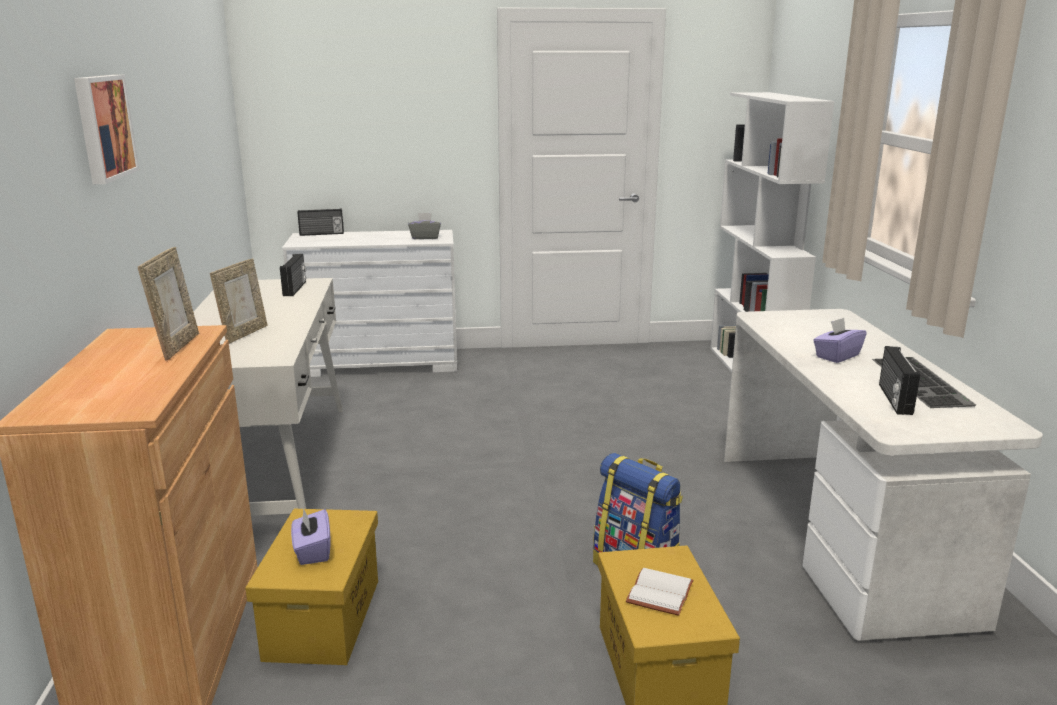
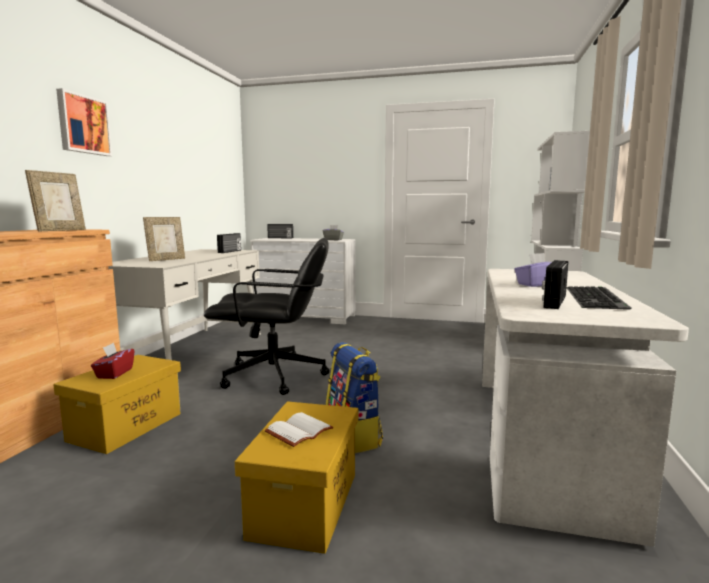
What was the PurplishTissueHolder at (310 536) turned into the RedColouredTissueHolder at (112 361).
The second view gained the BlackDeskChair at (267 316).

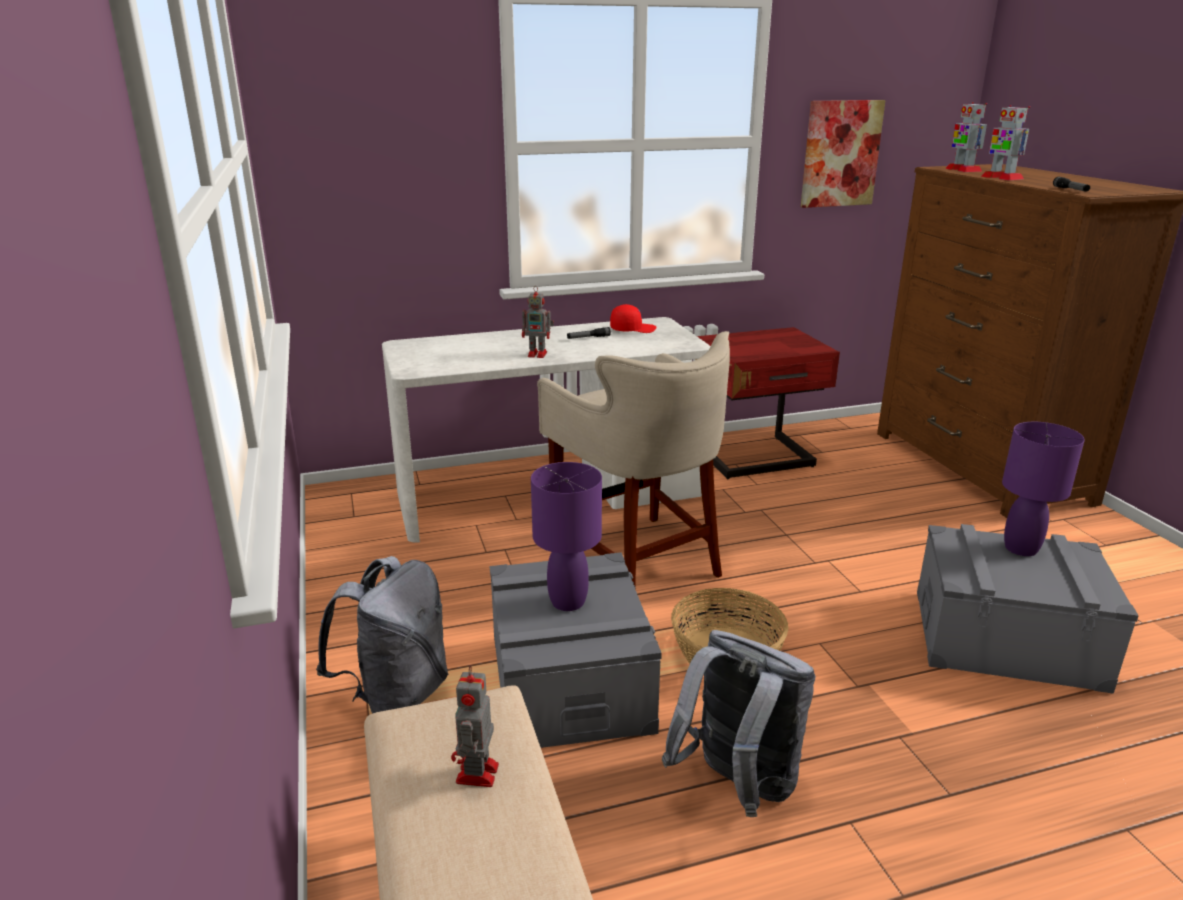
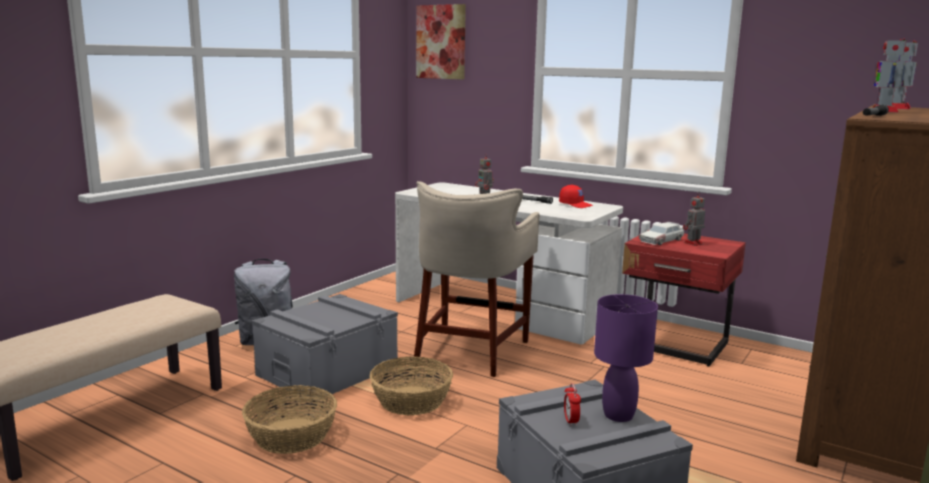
The ModelRobot ended up elsewhere, having gone from (475 726) to (694 218).
The second view lost the PurplishTableLamp at (566 536).
Where the GreyishBackpack stood at (739 723), the HouseholdBasket came to stand at (289 419).
The WallPicture ended up elsewhere, having gone from (843 154) to (441 42).
The second view gained the TableClock at (572 404).
The second view gained the ModelCar at (661 233).

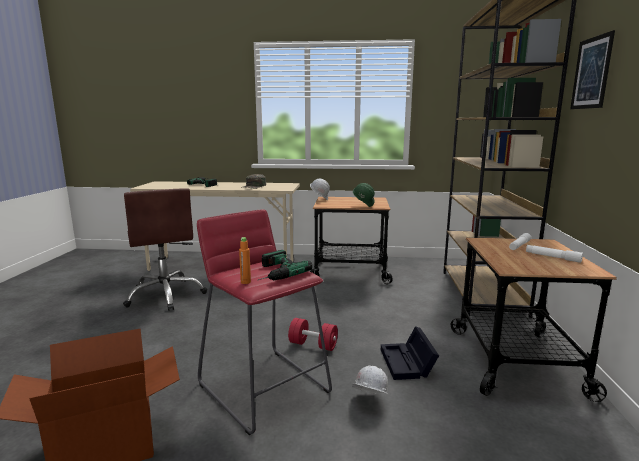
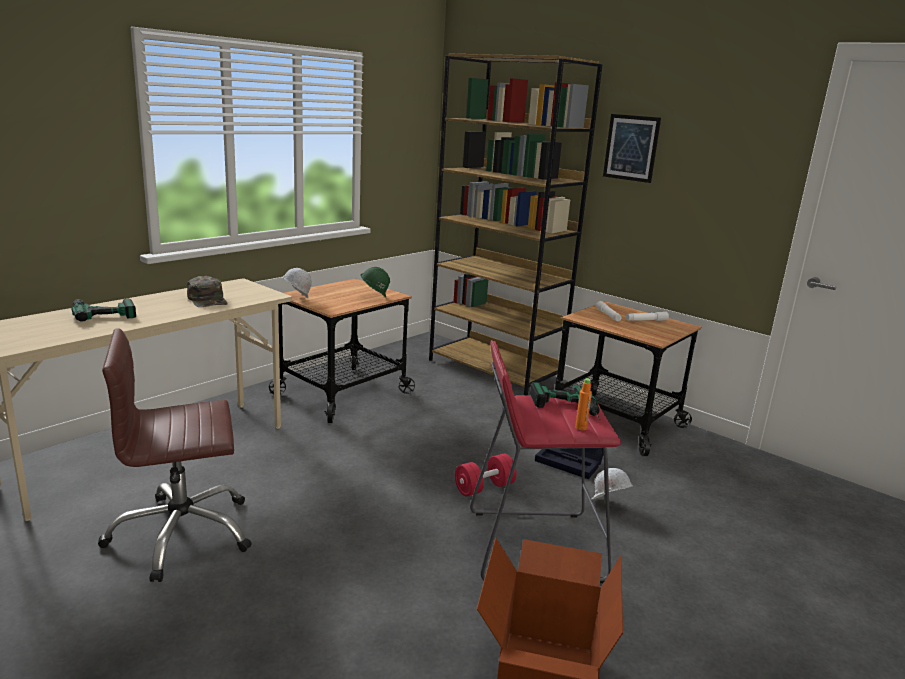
The BrownDeskChair at (165 249) ended up facing another way, 150 degrees clockwise from before.

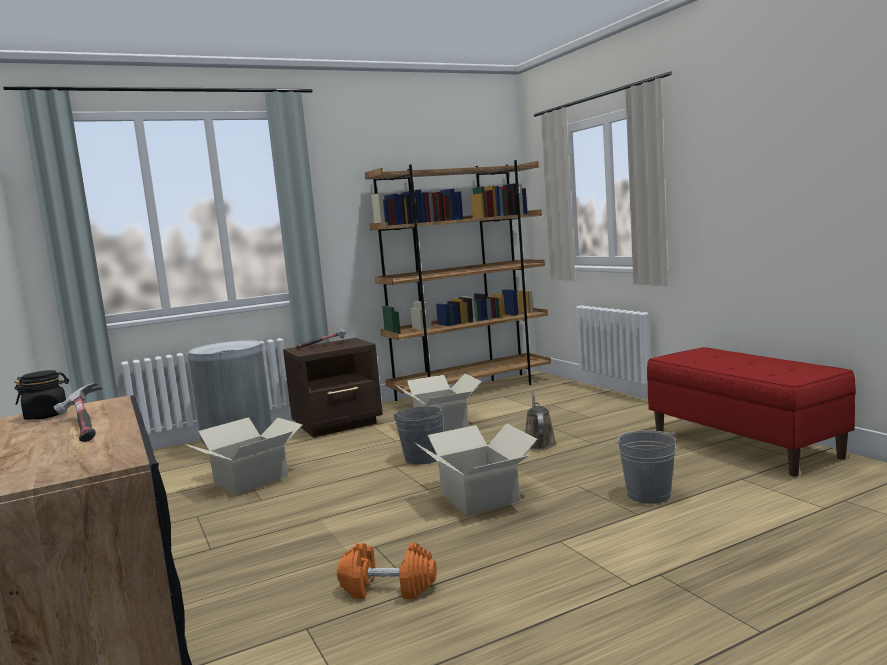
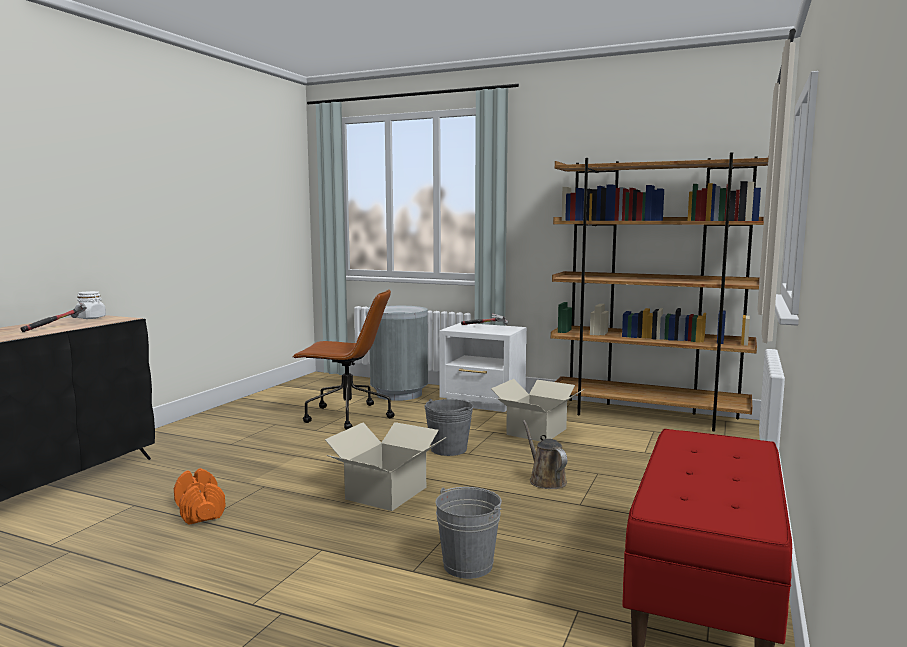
What was the BlackJar at (41 395) turned into the WhitishJar at (90 305).
Where the Carton stood at (243 456), the BrownDeskChair came to stand at (343 359).
What was the BrownNightstand at (333 388) turned into the WhitishNightstand at (483 367).
The BrownWateringCan at (540 420) ended up facing another way, 75 degrees counterclockwise from before.

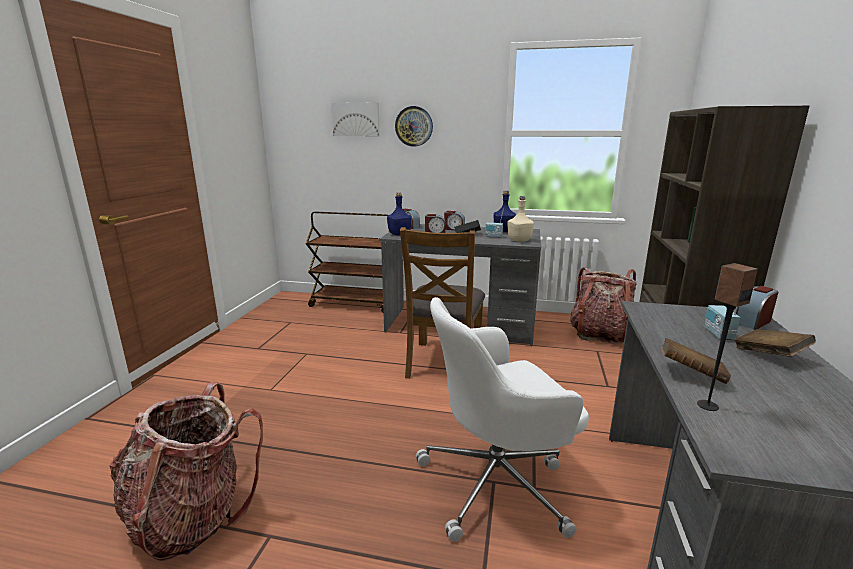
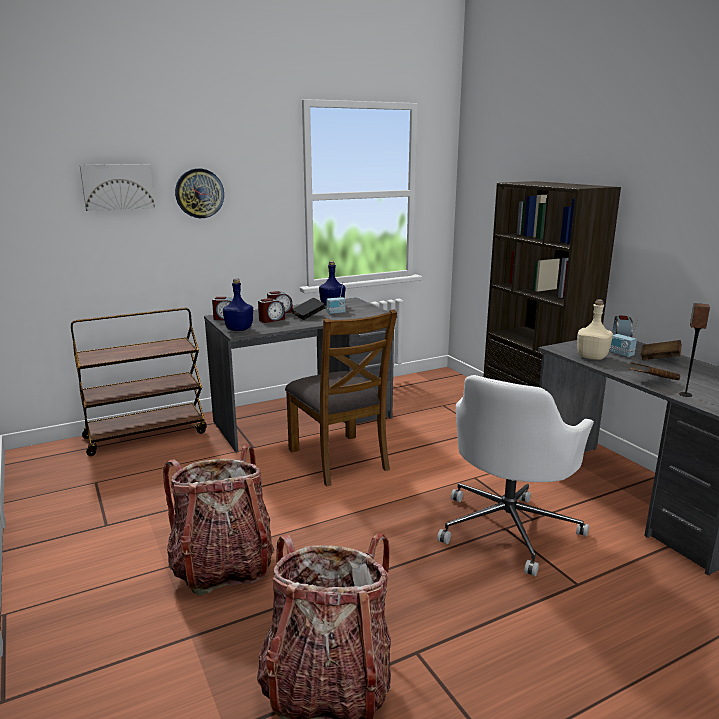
The SandColouredBottle ended up elsewhere, having gone from (520 219) to (595 329).
The Backpack ended up elsewhere, having gone from (603 306) to (218 519).

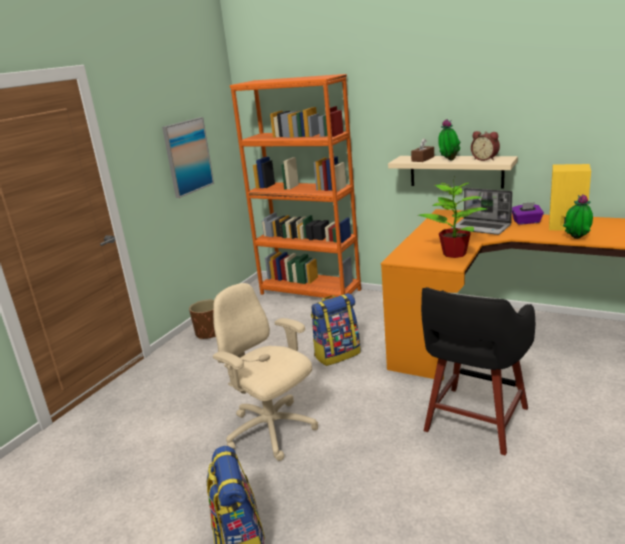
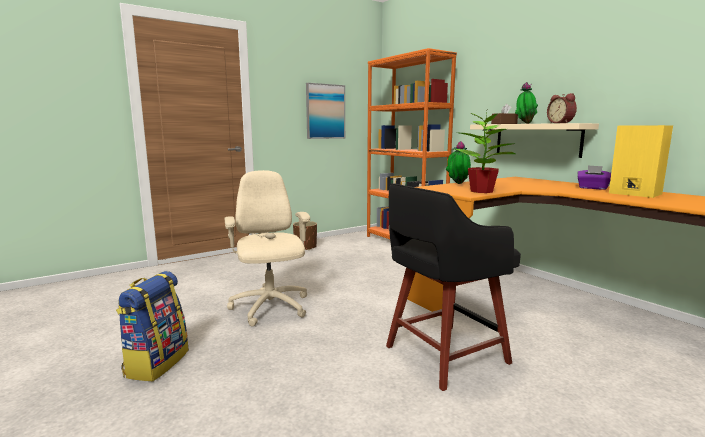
The second view lost the Backpack at (336 329).
The second view lost the NotebookComputer at (481 211).
The PlantInAPot ended up elsewhere, having gone from (578 216) to (458 162).

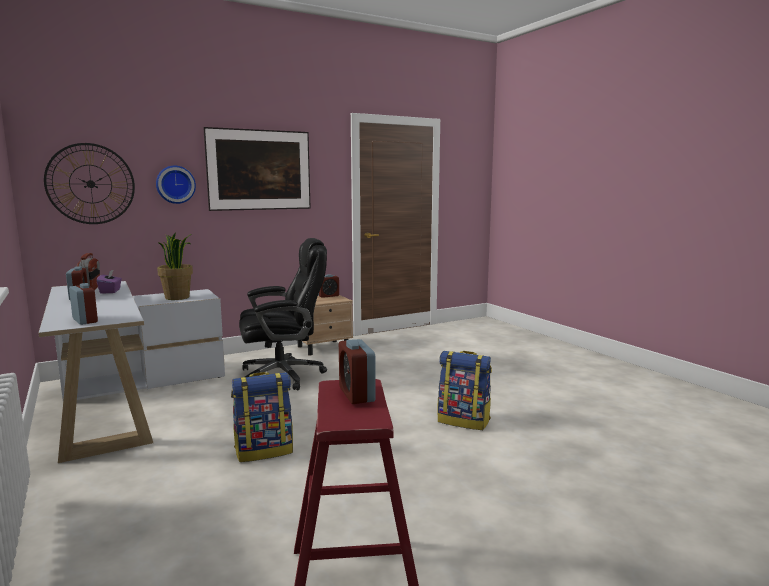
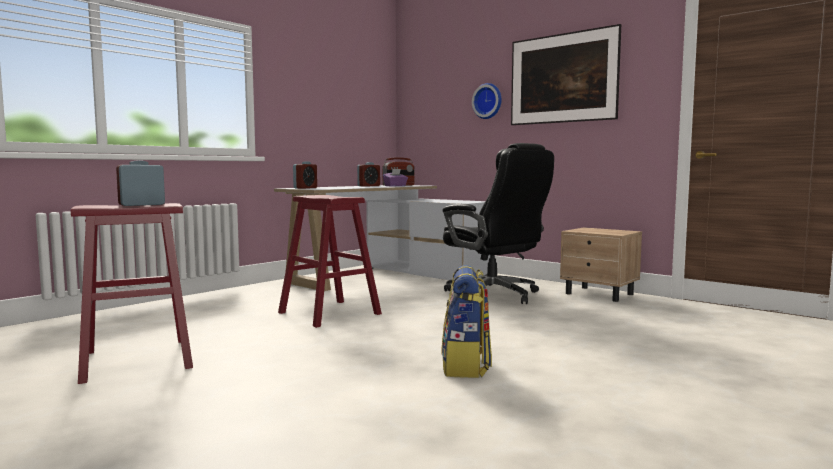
The second view lost the HangingClock at (89 183).
The second view lost the PlantInAPot at (175 266).
Where the Backpack stood at (262 417), the RedColouredStoolSeat came to stand at (330 261).
The second view lost the TableClock at (328 286).

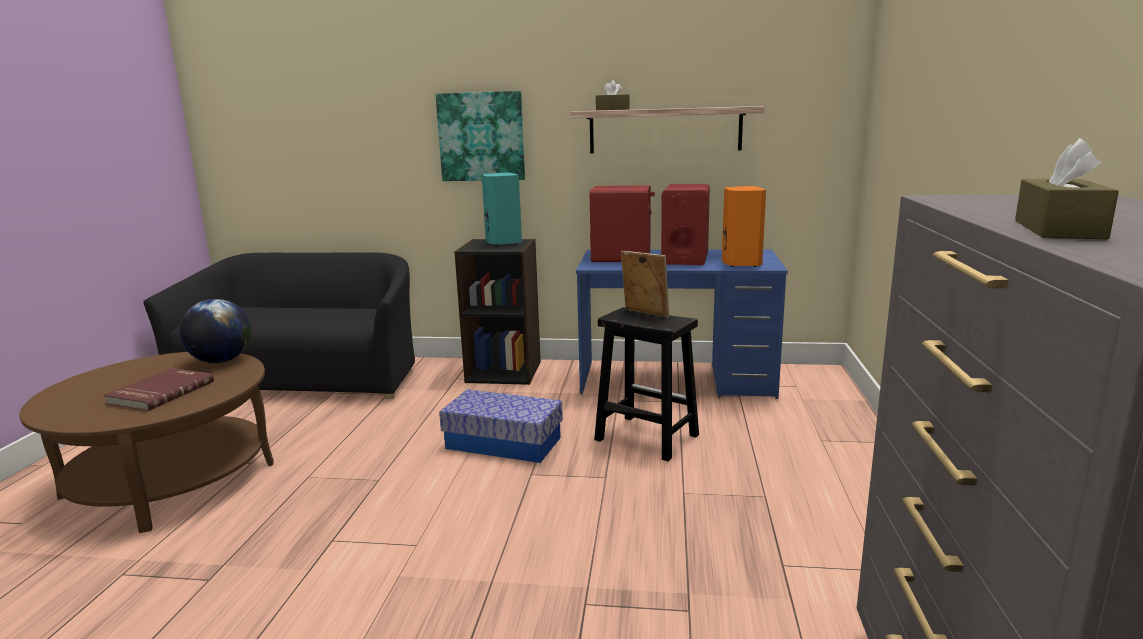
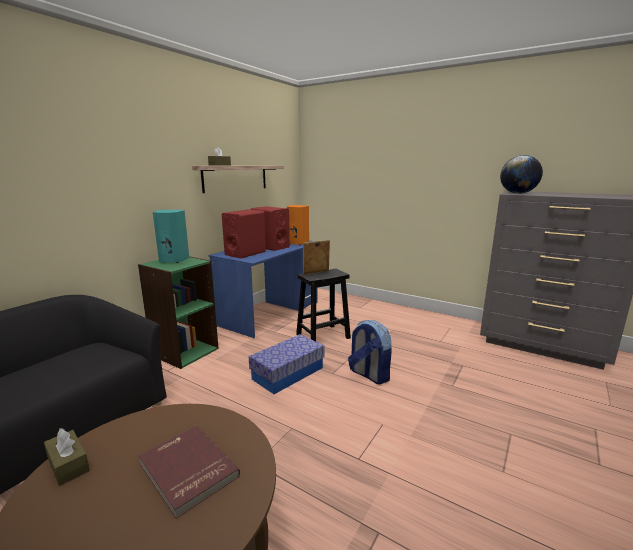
The WorldGlobe ended up elsewhere, having gone from (215 331) to (521 174).
The second view lost the WallPicture at (480 136).
What was the BlackShelvingUnit at (497 312) turned into the GreenishShelvingUnit at (178 312).
The BrownTissueHolder ended up elsewhere, having gone from (1067 189) to (67 457).
The second view gained the Backpack at (370 352).

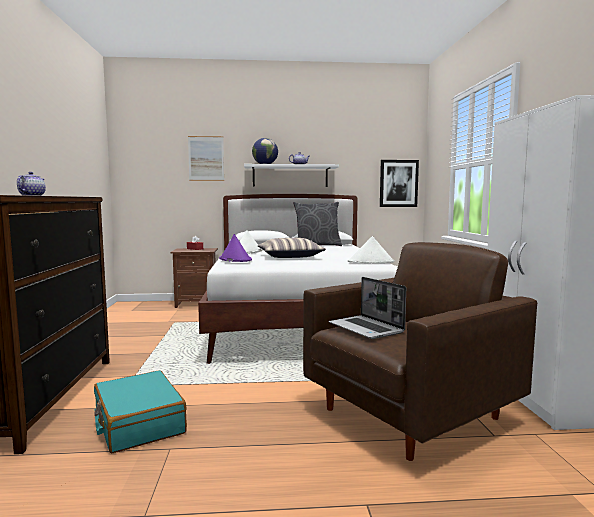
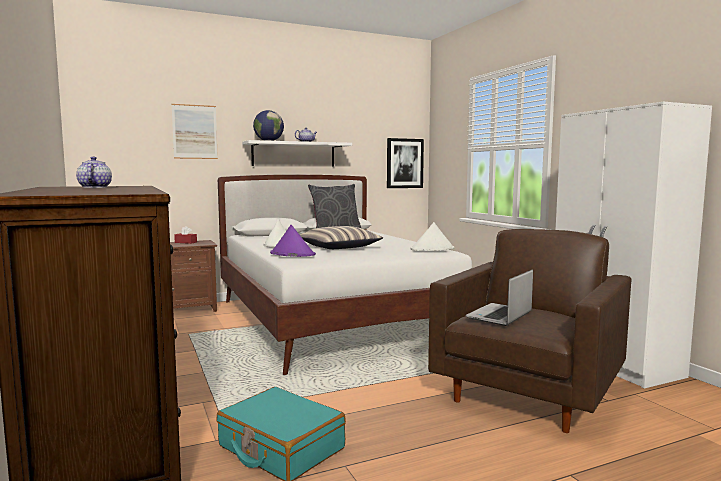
The NotebookComputer at (367 308) ended up facing another way, 90 degrees clockwise from before.

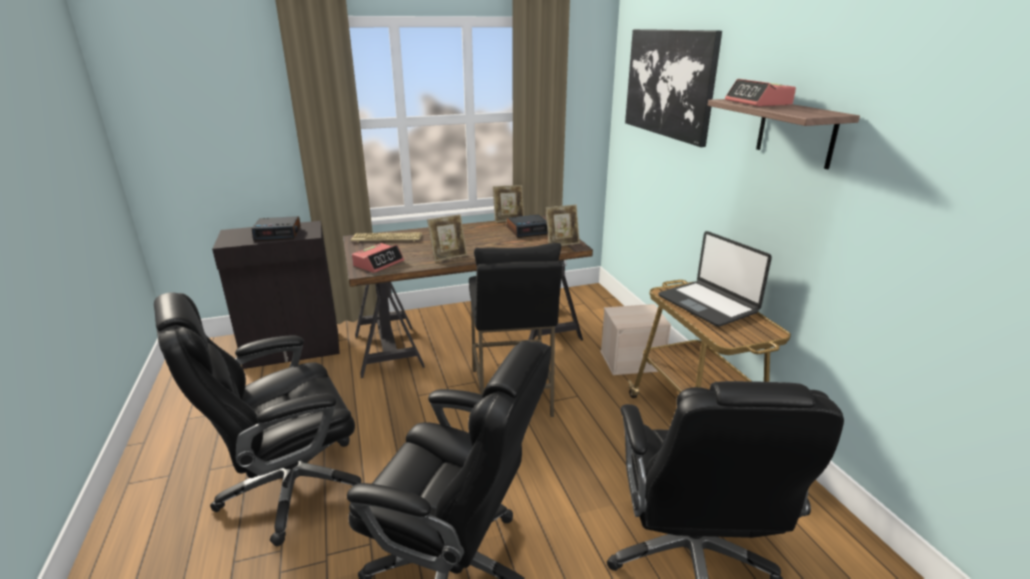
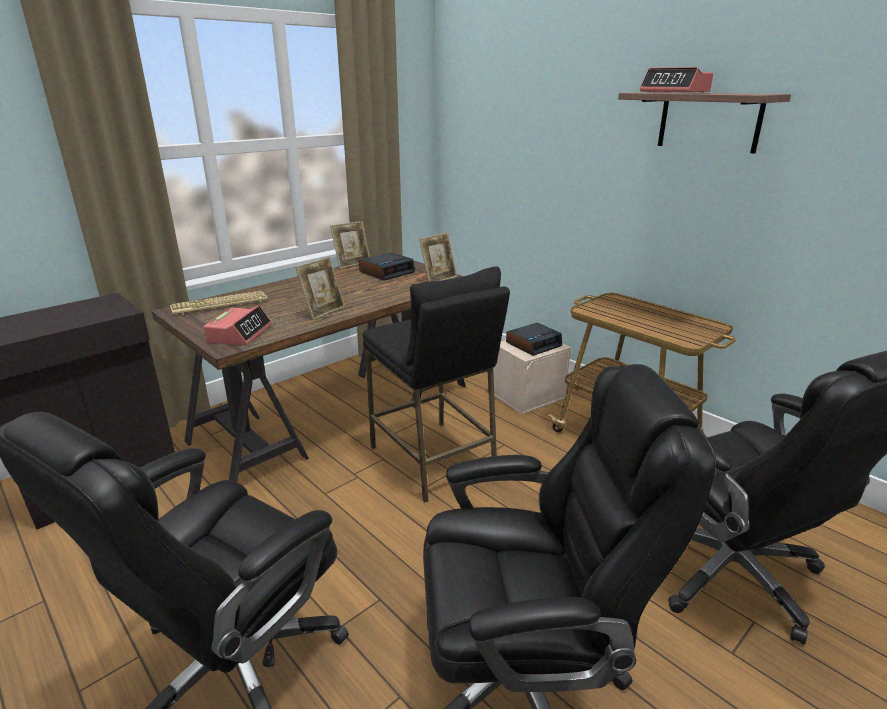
The TableClock ended up elsewhere, having gone from (276 228) to (534 339).
The second view lost the WallPicture at (673 88).
The second view lost the NotebookComputer at (715 278).

